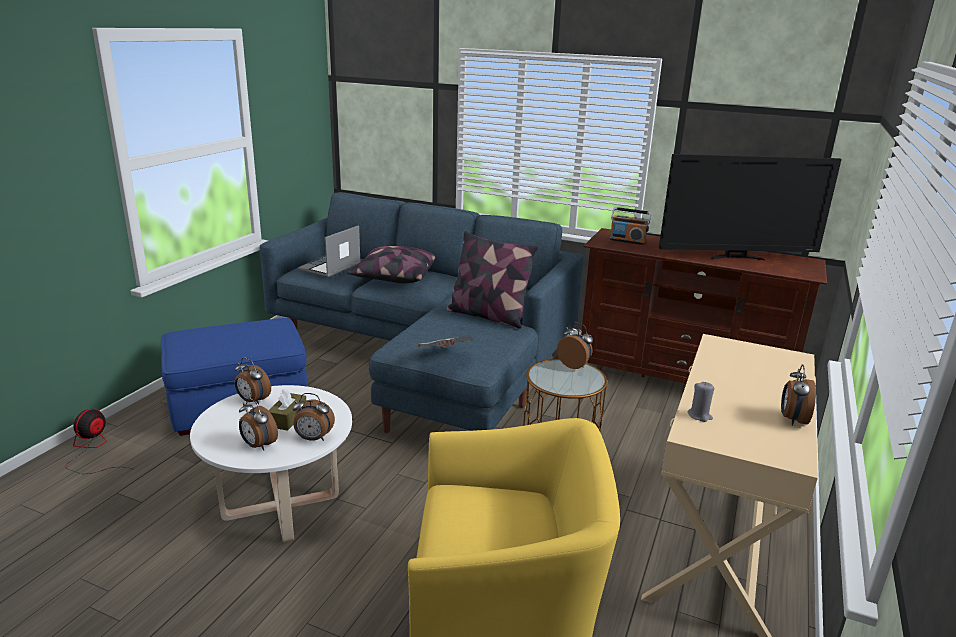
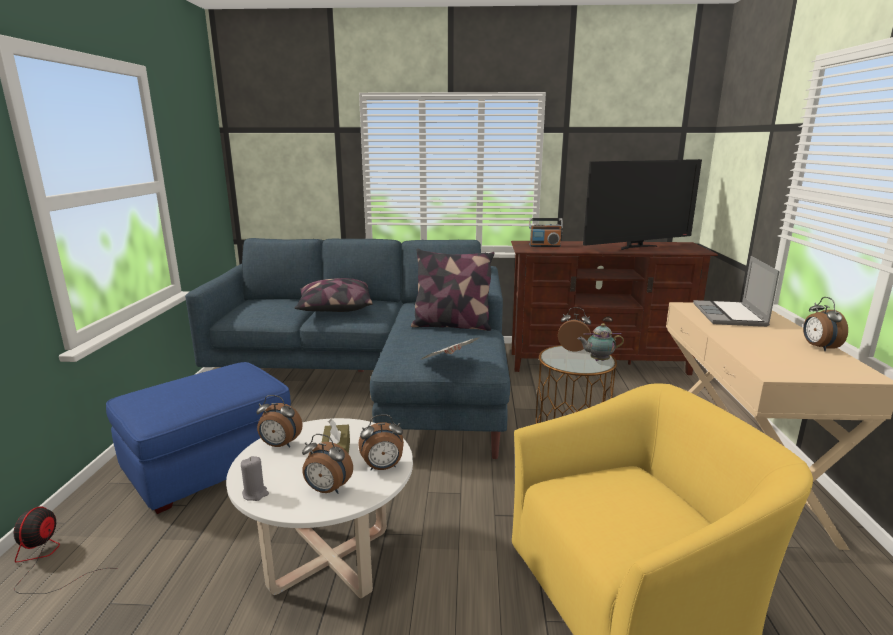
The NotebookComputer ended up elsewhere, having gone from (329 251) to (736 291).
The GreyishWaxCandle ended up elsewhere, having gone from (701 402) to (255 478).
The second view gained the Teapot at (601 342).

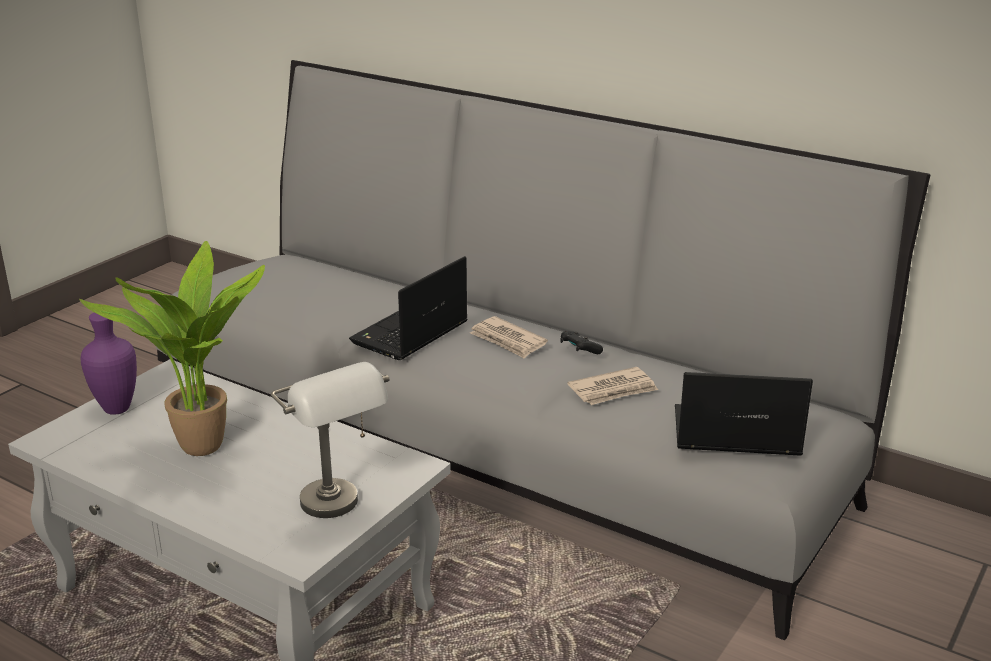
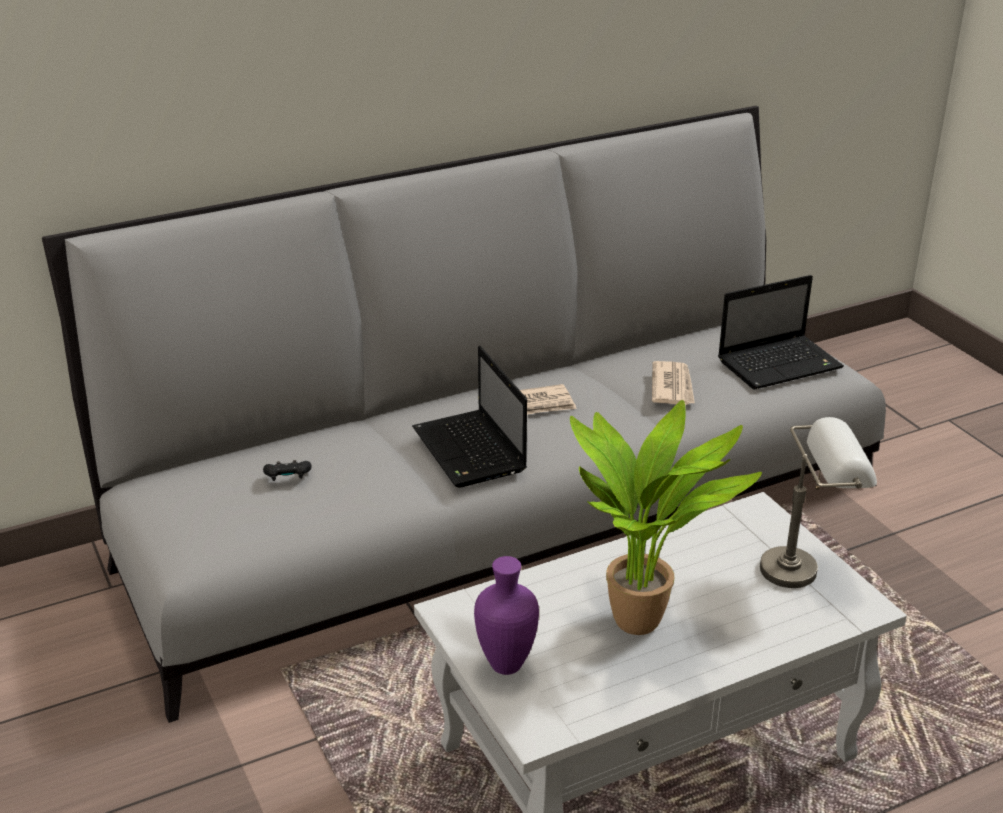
The BlackGameController ended up elsewhere, having gone from (581 342) to (287 470).
The NotebookComputer at (744 414) ended up facing another way, 150 degrees counterclockwise from before.

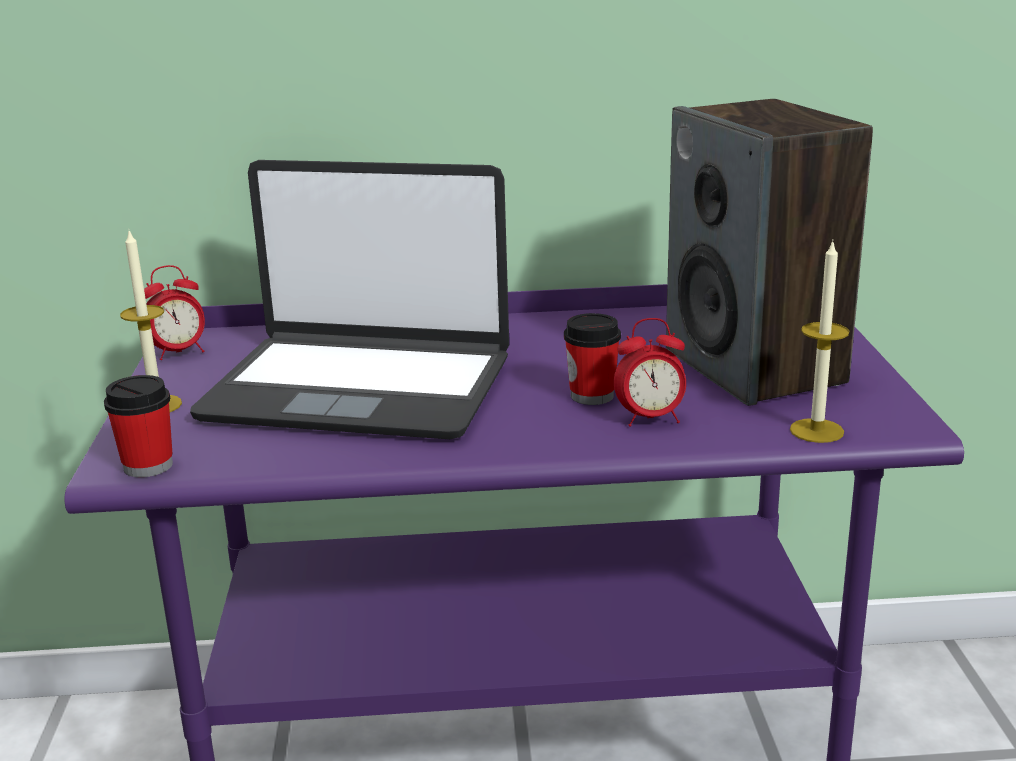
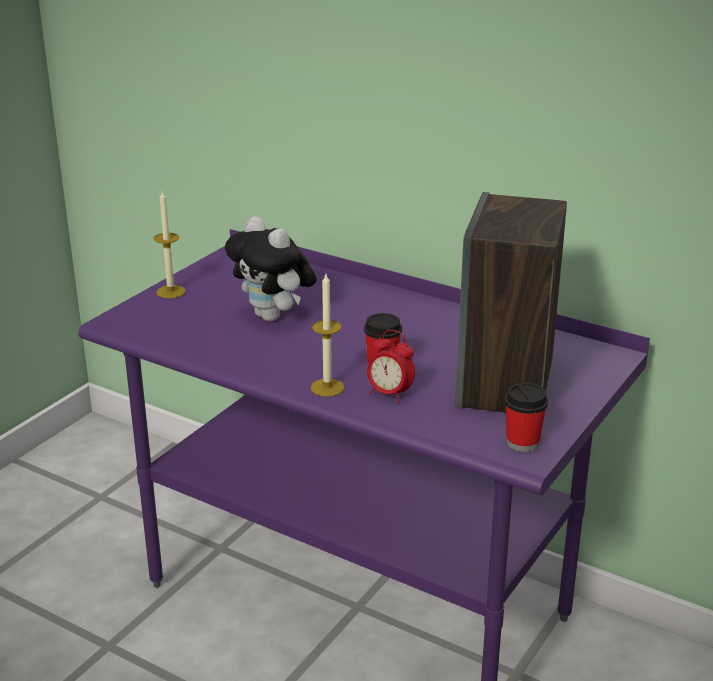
The SmallCup ended up elsewhere, having gone from (138 426) to (526 417).
The second view lost the TableClock at (174 312).
Where the NotebookComputer stood at (349 299), the SoftToy came to stand at (271 269).
The WaxCandle ended up elsewhere, having gone from (819 341) to (328 335).

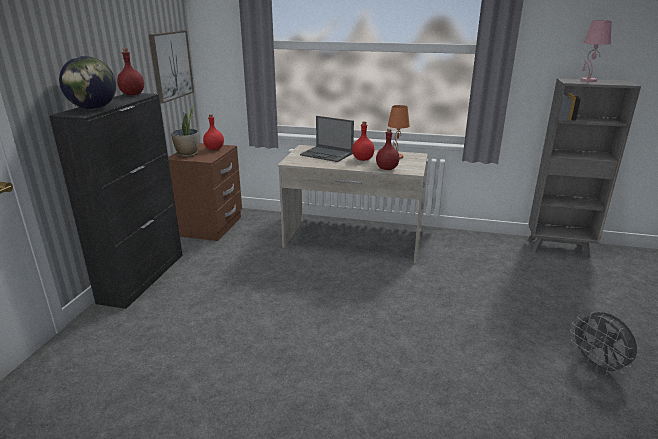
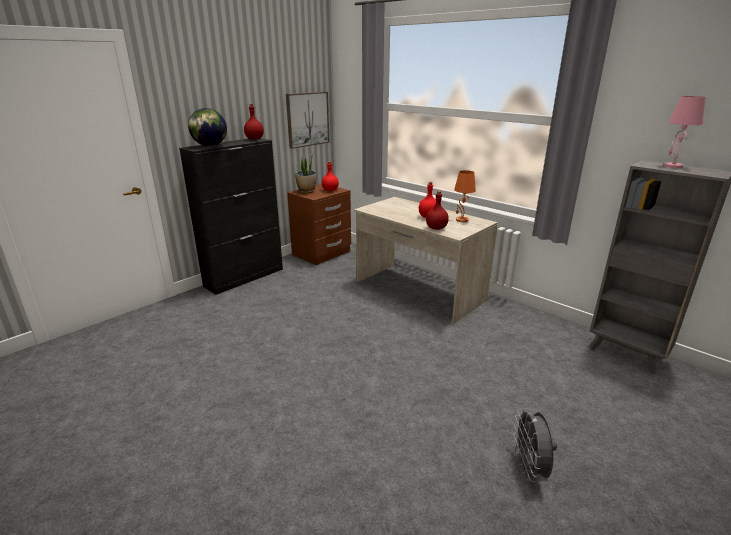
The second view lost the NotebookComputer at (327 139).

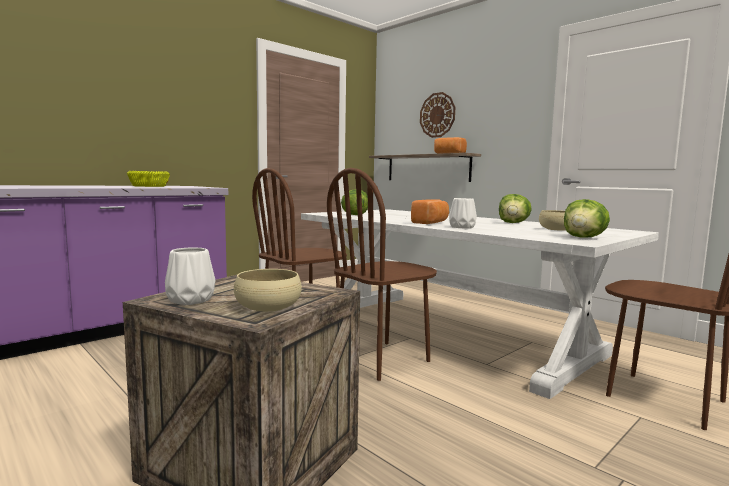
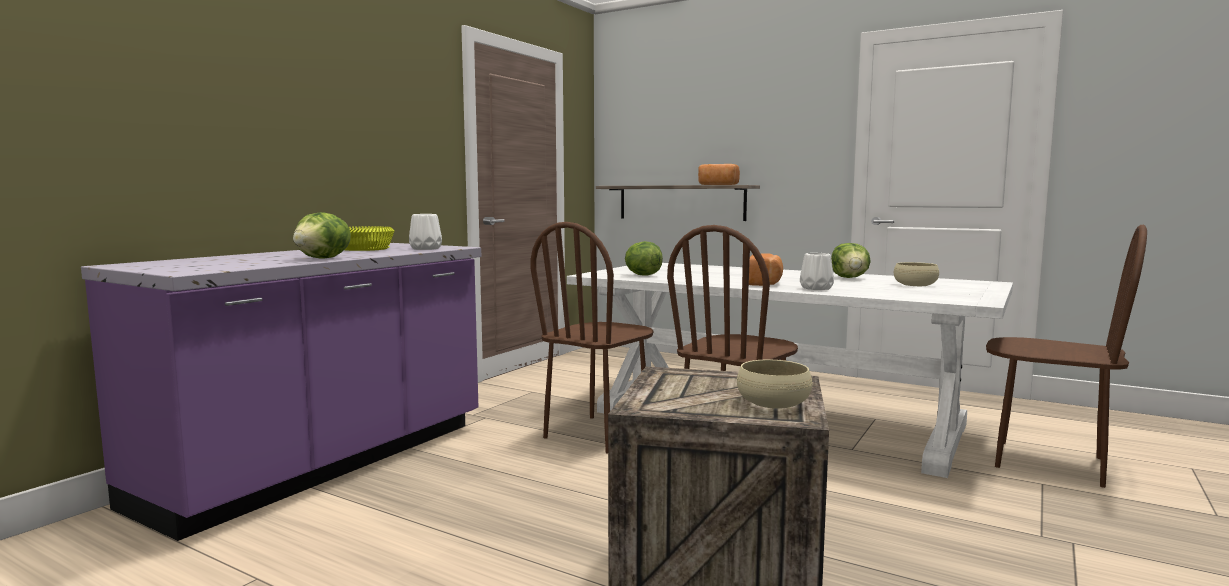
The WhitishDecorativeVase ended up elsewhere, having gone from (190 276) to (425 232).
The second view lost the HangingClock at (437 115).
The LettuceHead ended up elsewhere, having gone from (587 218) to (322 235).

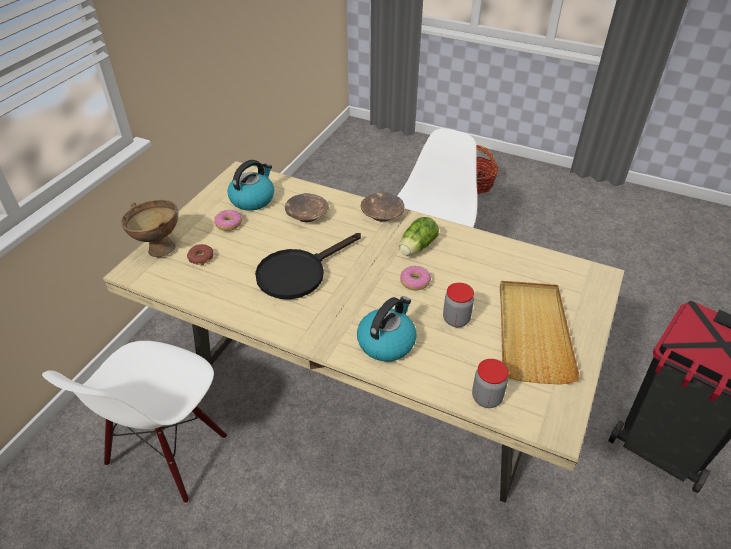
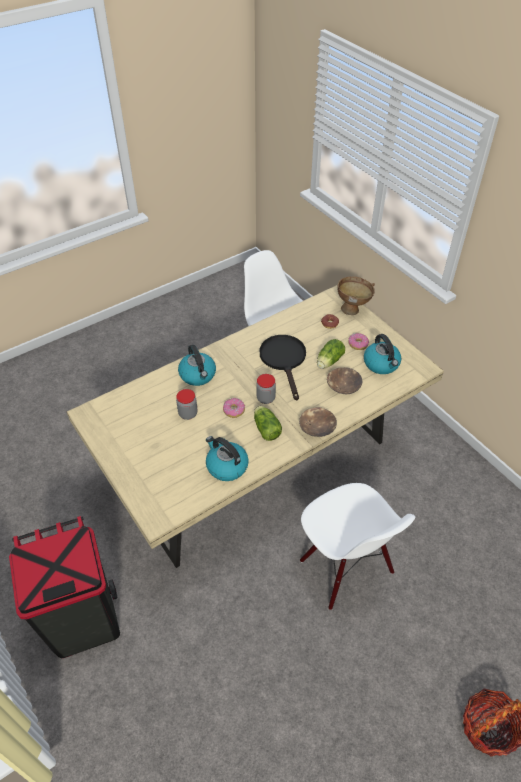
The Jar ended up elsewhere, having gone from (490 383) to (266 389).
The second view lost the SandColouredCarryingTray at (540 333).
The second view gained the WaterKettle at (227 458).
The second view gained the LettuceHead at (331 354).

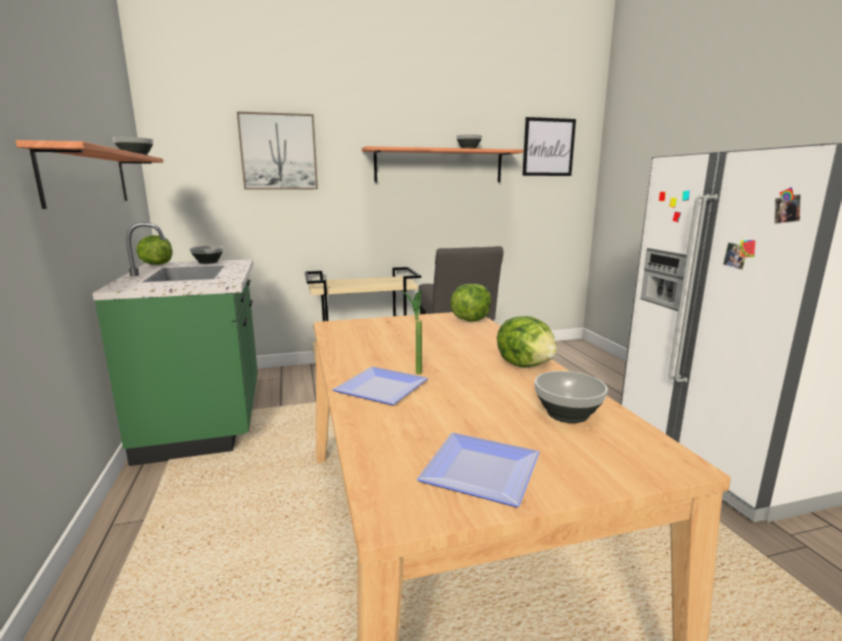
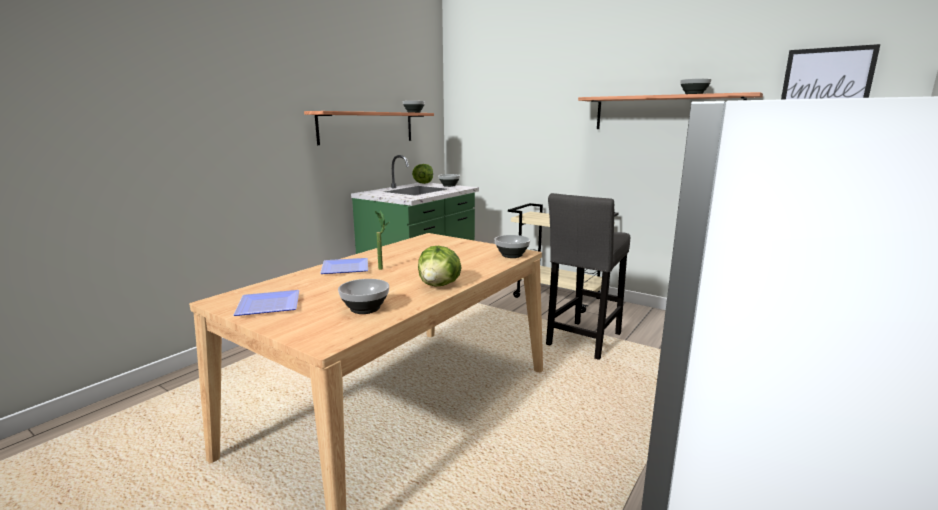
The second view lost the WallPicture at (277 150).
Where the LettuceHead stood at (470 303), the DeepDish came to stand at (512 246).

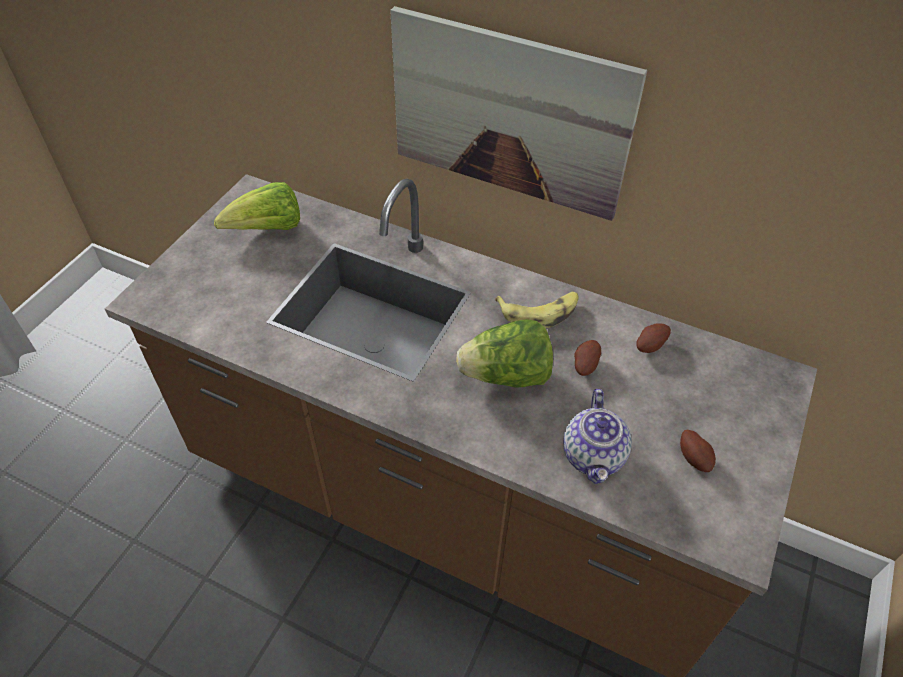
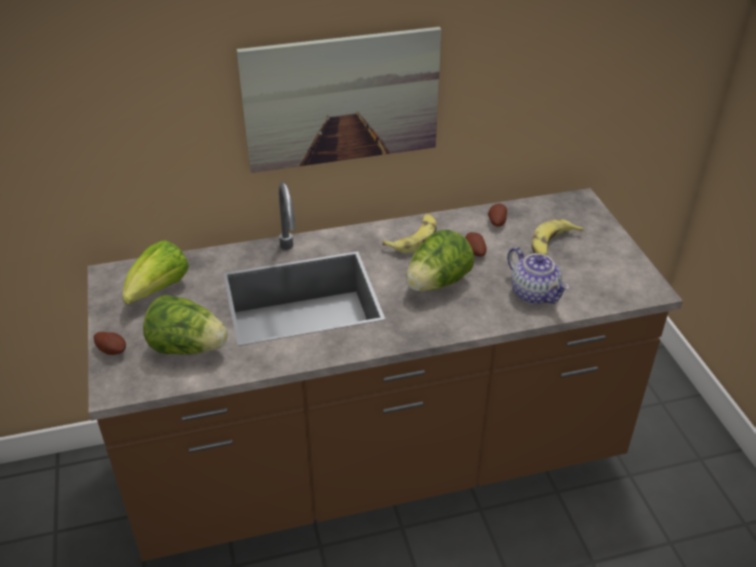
The WholePotato ended up elsewhere, having gone from (698 451) to (110 343).
The second view gained the LettuceHead at (185 324).
The second view gained the WholeBanana at (558 237).

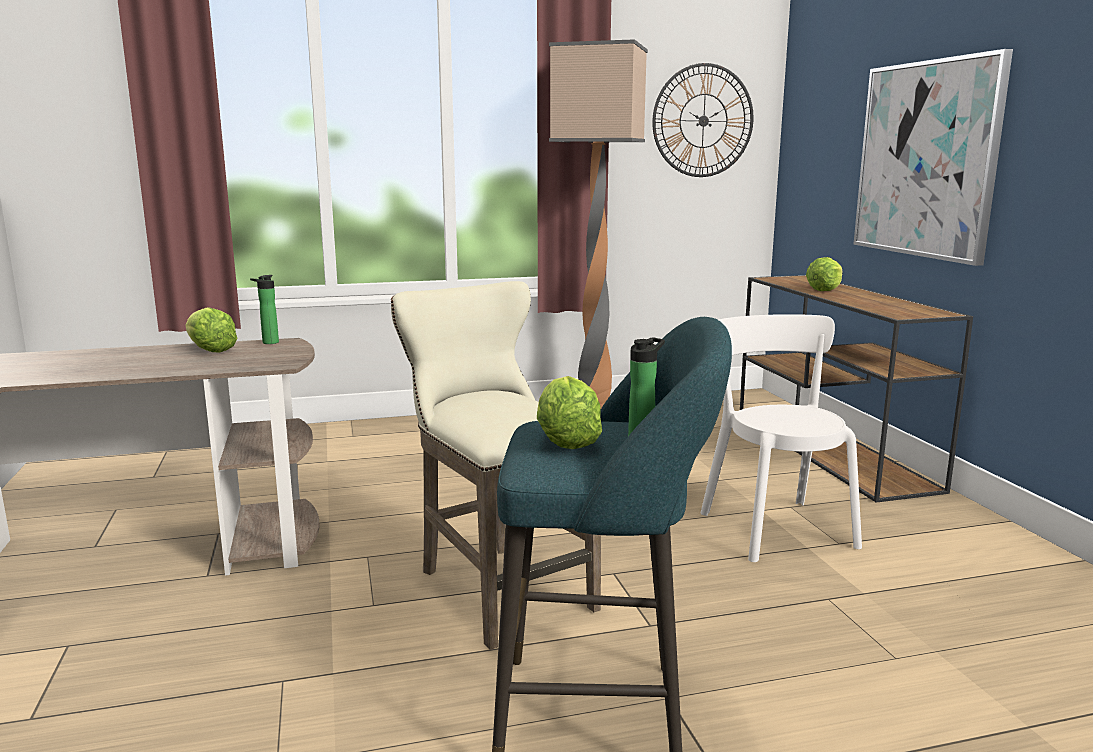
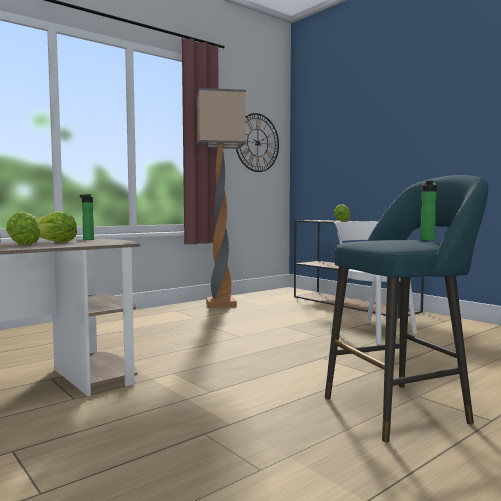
The second view lost the SandColouredStoolSeat at (496 465).
The LettuceHead ended up elsewhere, having gone from (569 412) to (23 228).
The second view lost the WallPicture at (933 157).

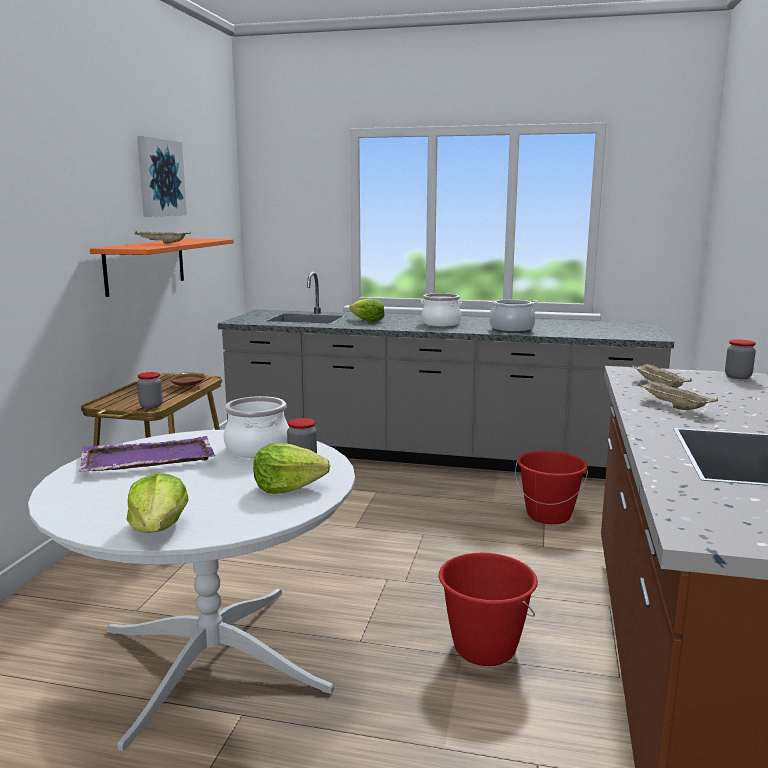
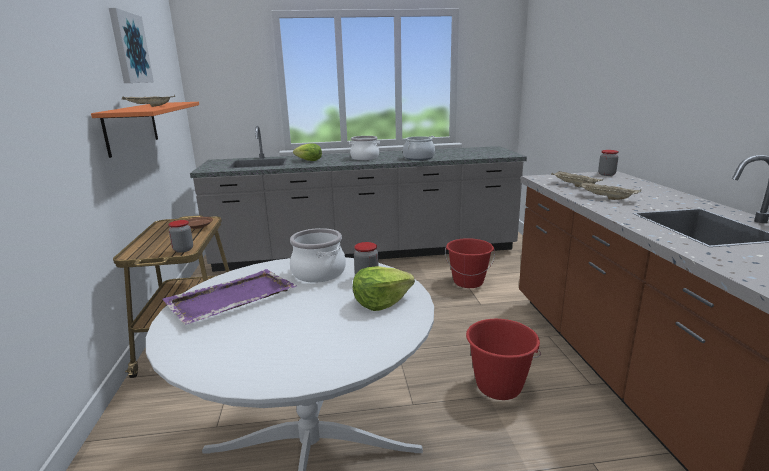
The second view lost the LettuceHead at (157 503).

